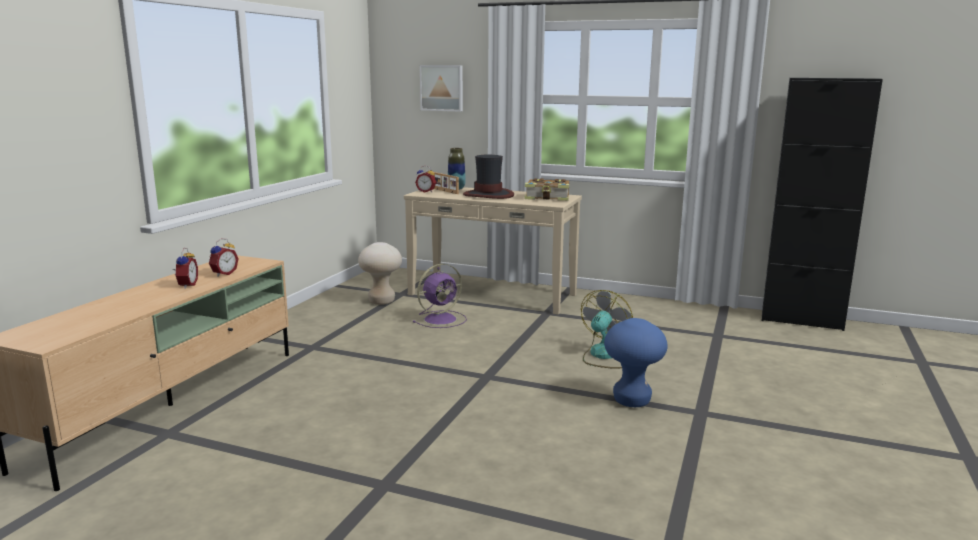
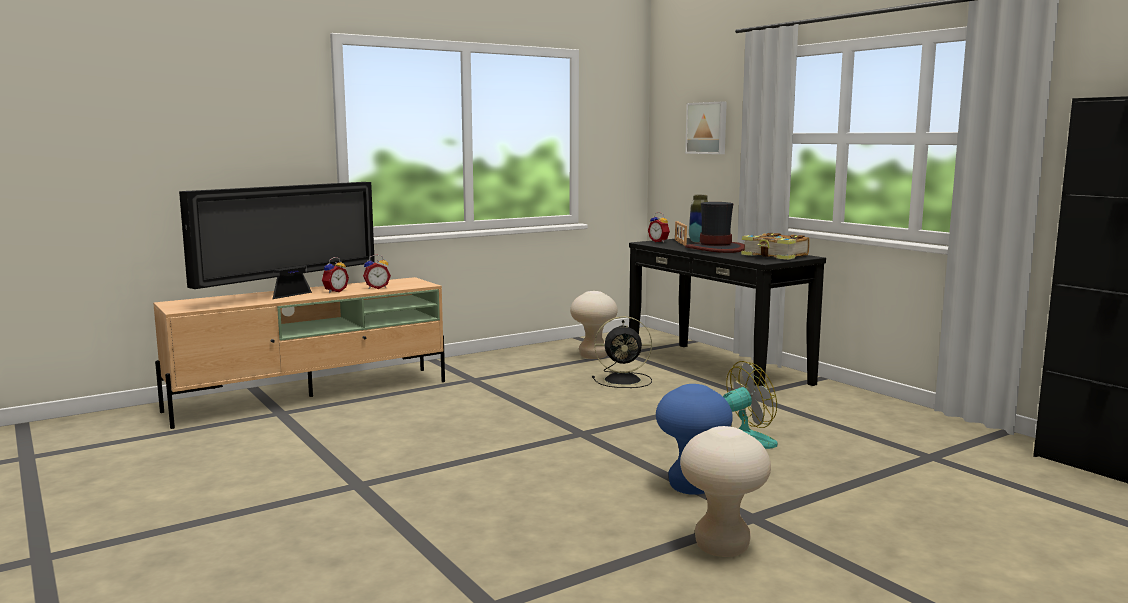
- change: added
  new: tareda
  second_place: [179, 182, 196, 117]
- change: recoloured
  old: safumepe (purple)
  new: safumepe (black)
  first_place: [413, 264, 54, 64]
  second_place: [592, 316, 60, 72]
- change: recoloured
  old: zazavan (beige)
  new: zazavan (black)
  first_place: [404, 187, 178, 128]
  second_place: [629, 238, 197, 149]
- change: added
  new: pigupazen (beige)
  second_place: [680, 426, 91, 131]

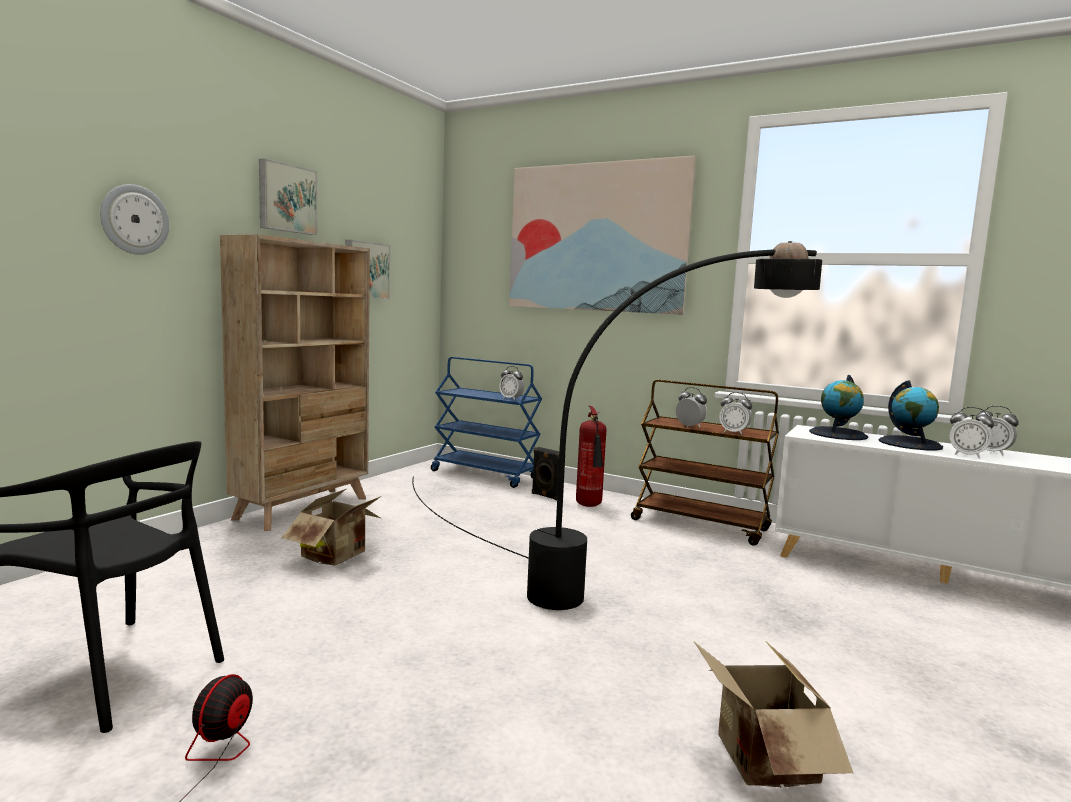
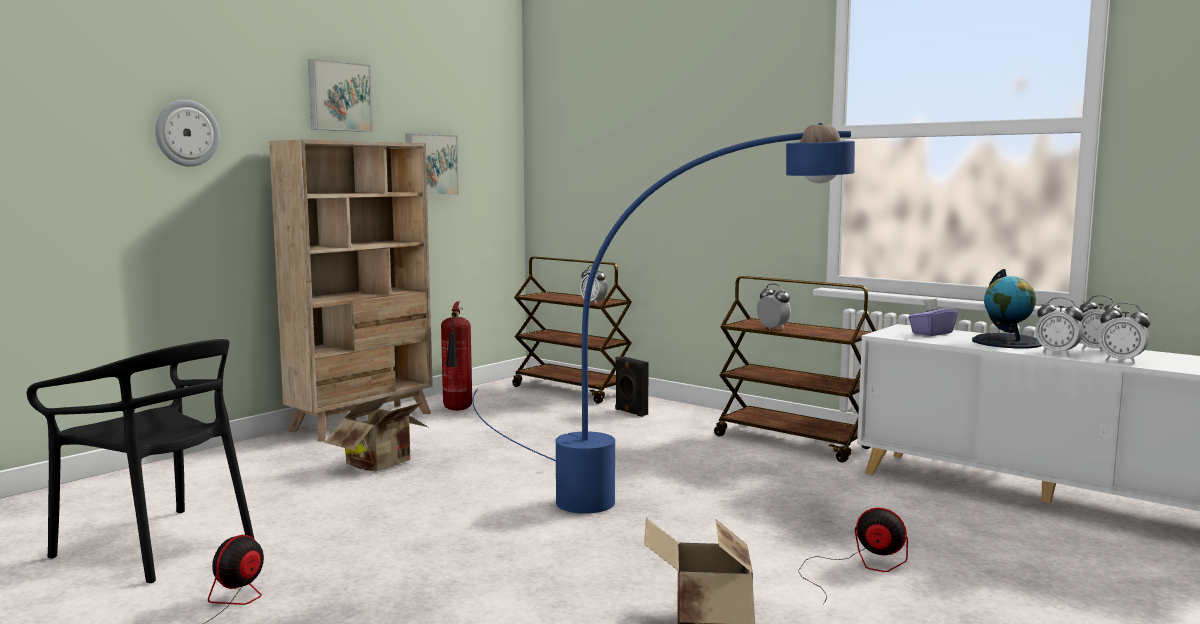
- change: moved
  old: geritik
  first_place: [576, 406, 30, 101]
  second_place: [441, 301, 31, 110]
- change: recoloured
  old: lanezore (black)
  new: lanezore (blue)
  first_place: [412, 241, 410, 369]
  second_place: [472, 123, 383, 391]
- change: recoloured
  old: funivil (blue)
  new: funivil (brown)
  first_place: [431, 357, 111, 131]
  second_place: [512, 257, 120, 147]
- change: added
  new: safumepe
  second_place: [798, 507, 110, 98]
- change: replaced
  old: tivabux
  new: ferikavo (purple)
  first_place: [809, 375, 59, 65]
  second_place: [908, 298, 50, 38]
- change: moved
  old: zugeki
  first_place: [719, 392, 33, 43]
  second_place: [1099, 303, 51, 61]
- change: removed
  old: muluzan
  first_place: [509, 156, 187, 159]

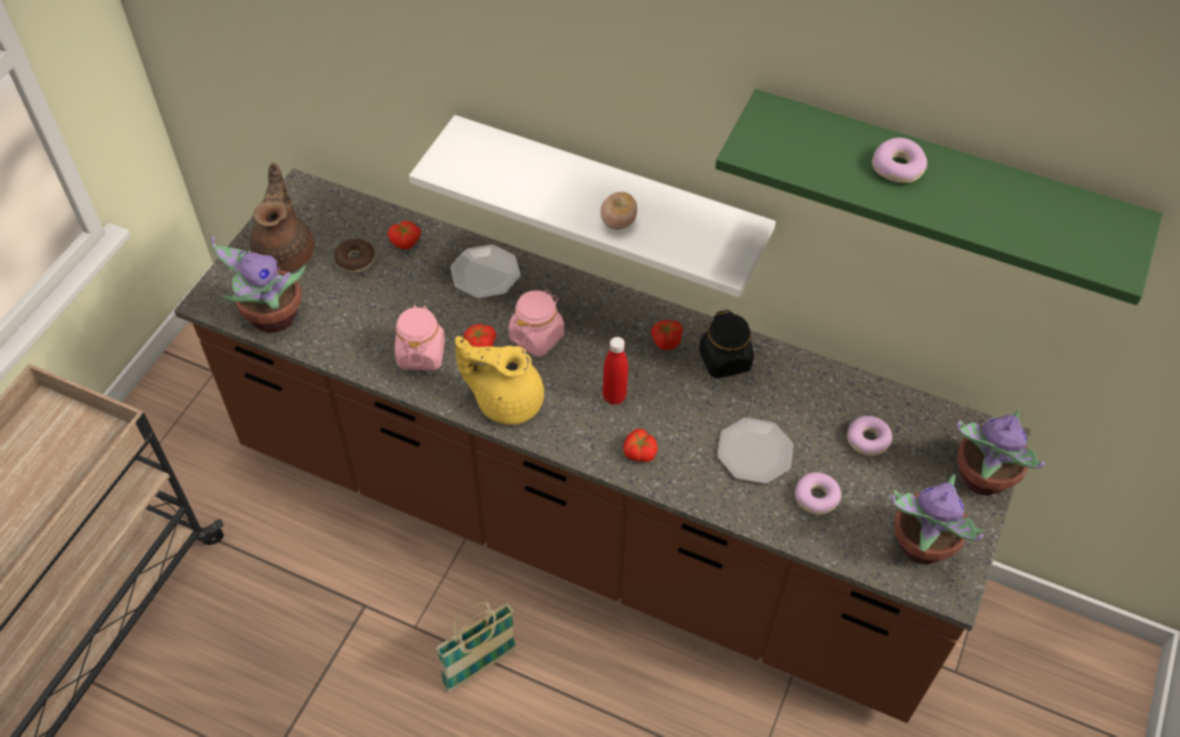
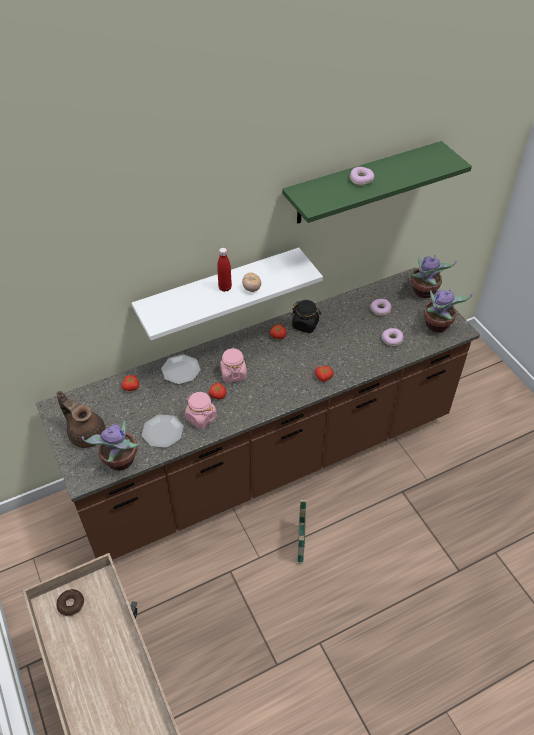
- change: moved
  old: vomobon
  first_place: [334, 239, 41, 34]
  second_place: [56, 589, 28, 27]
- change: moved
  old: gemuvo
  first_place: [717, 418, 77, 66]
  second_place: [142, 414, 42, 34]
- change: moved
  old: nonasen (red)
  first_place: [602, 337, 26, 68]
  second_place: [217, 248, 15, 44]
- change: removed
  old: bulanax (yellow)
  first_place: [455, 336, 89, 89]

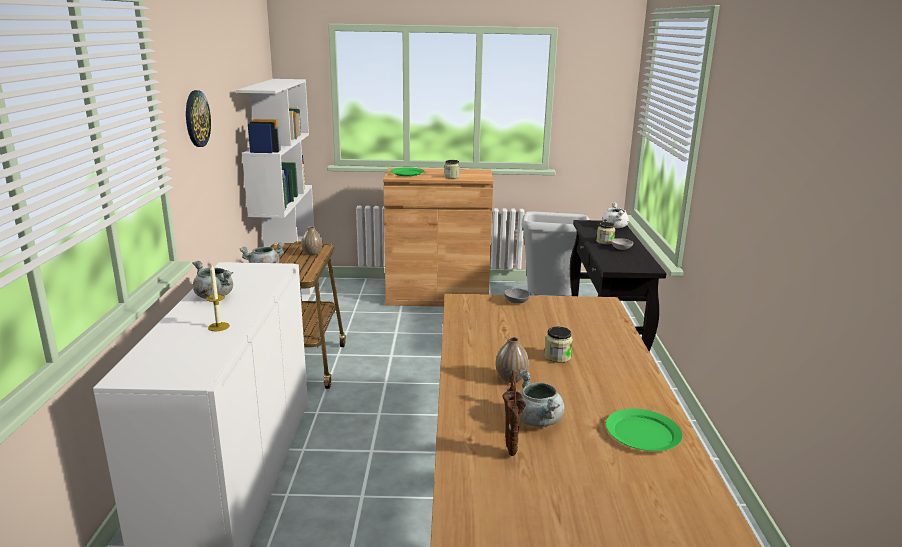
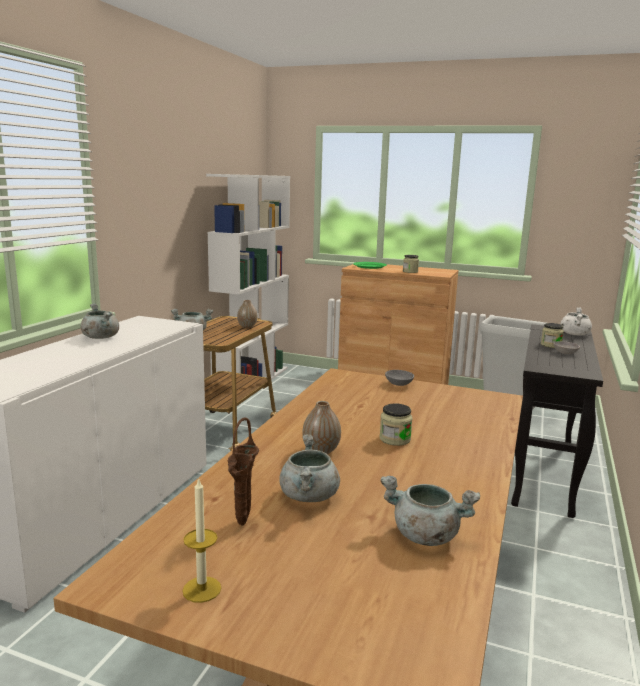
- change: moved
  old: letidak
  first_place: [206, 265, 24, 66]
  second_place: [182, 477, 39, 126]
- change: replaced
  old: gemuvo (green)
  new: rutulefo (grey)
  first_place: [606, 409, 76, 42]
  second_place: [380, 476, 100, 70]
- change: removed
  old: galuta
  first_place: [186, 90, 25, 57]

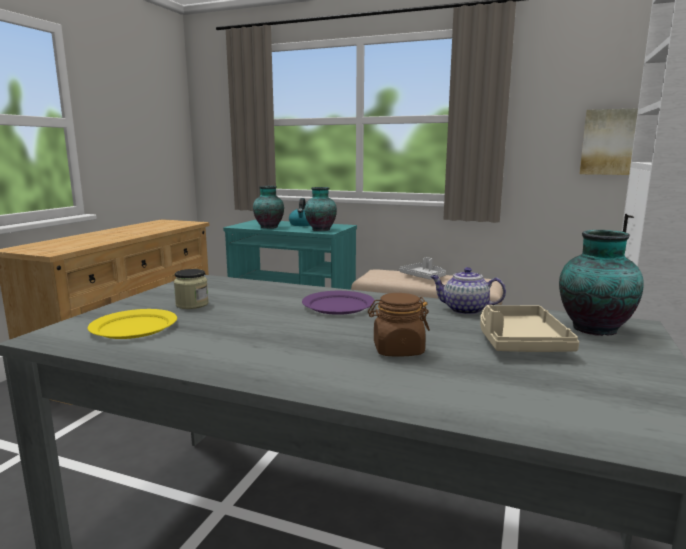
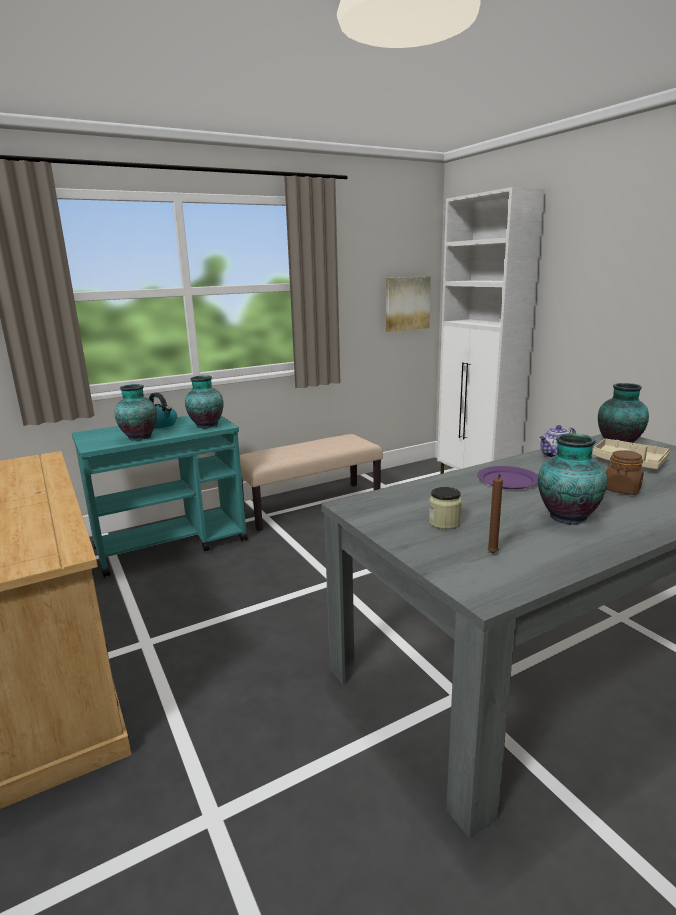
- change: replaced
  old: gemuvo (yellow)
  new: letidak (brown)
  first_place: [88, 309, 89, 30]
  second_place: [487, 474, 16, 79]
- change: added
  new: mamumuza
  second_place: [538, 434, 69, 91]
- change: removed
  old: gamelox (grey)
  first_place: [400, 257, 46, 22]

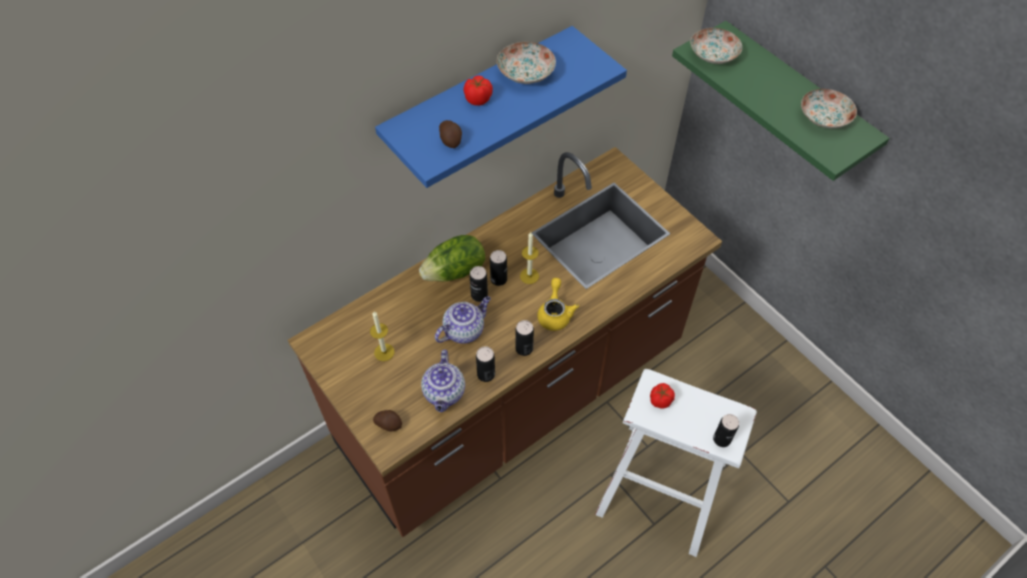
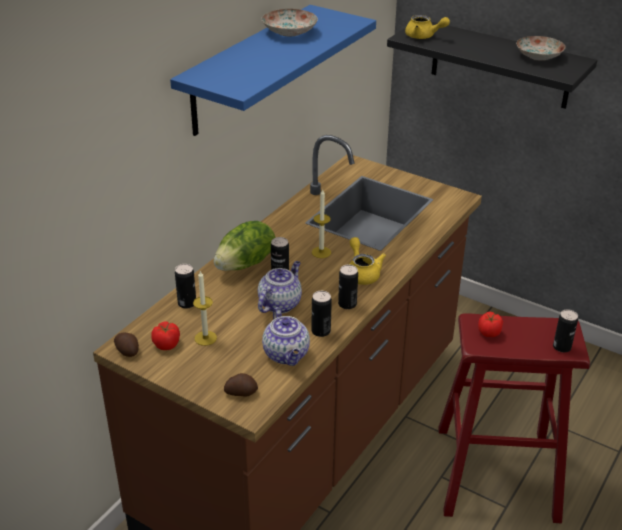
- change: moved
  old: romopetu
  first_place: [439, 120, 23, 28]
  second_place: [114, 333, 25, 24]
- change: moved
  old: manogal
  first_place: [464, 75, 29, 31]
  second_place: [151, 321, 29, 29]
- change: moved
  old: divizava
  first_place: [490, 250, 17, 36]
  second_place: [175, 264, 21, 45]
- change: recoloured
  old: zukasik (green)
  new: zukasik (black)
  first_place: [672, 21, 218, 160]
  second_place: [387, 22, 210, 87]
- change: replaced
  old: gemuvo
  new: bulanax (yellow)
  first_place: [690, 28, 52, 36]
  second_place: [405, 15, 45, 24]
- change: recoloured
  old: pigupazen (white)
  new: pigupazen (red)
  first_place: [595, 369, 162, 188]
  second_place: [438, 313, 152, 210]

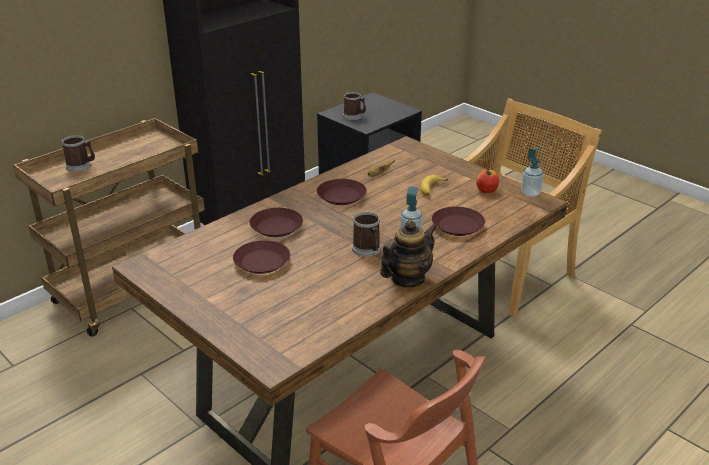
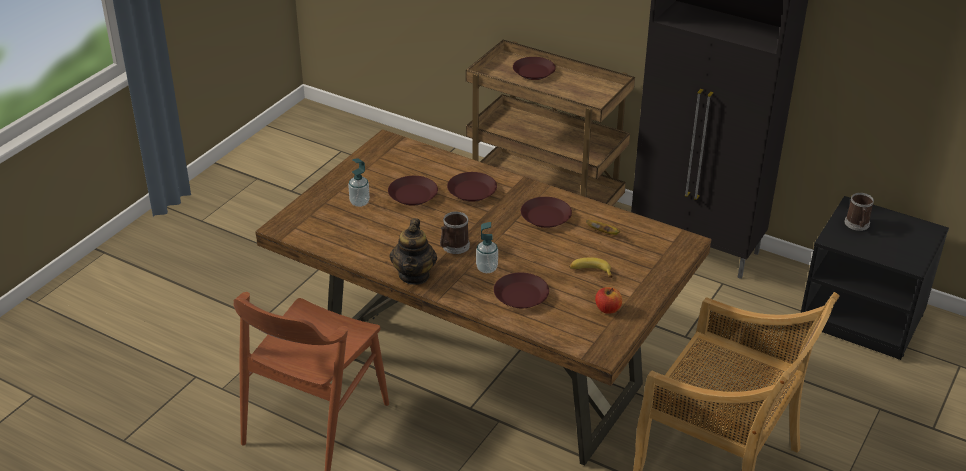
- change: moved
  old: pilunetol
  first_place: [521, 147, 23, 50]
  second_place: [348, 158, 22, 49]
- change: turned
  old: bulanax
  first_place: [380, 220, 57, 67]
  second_place: [390, 218, 47, 67]
  degrees: 60
- change: replaced
  old: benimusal
  new: gemuvo (brown)
  first_place: [62, 135, 33, 37]
  second_place: [513, 57, 43, 23]

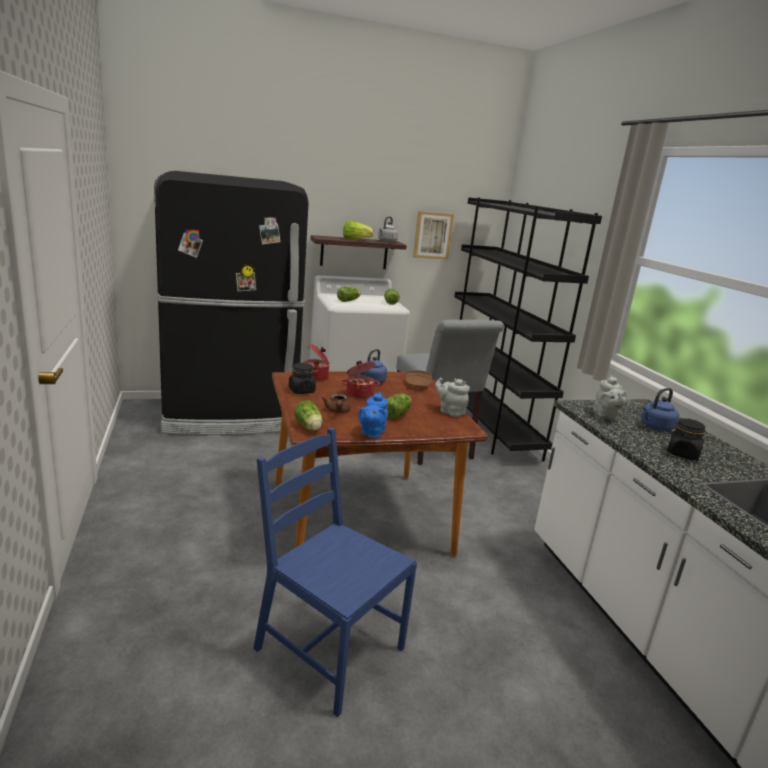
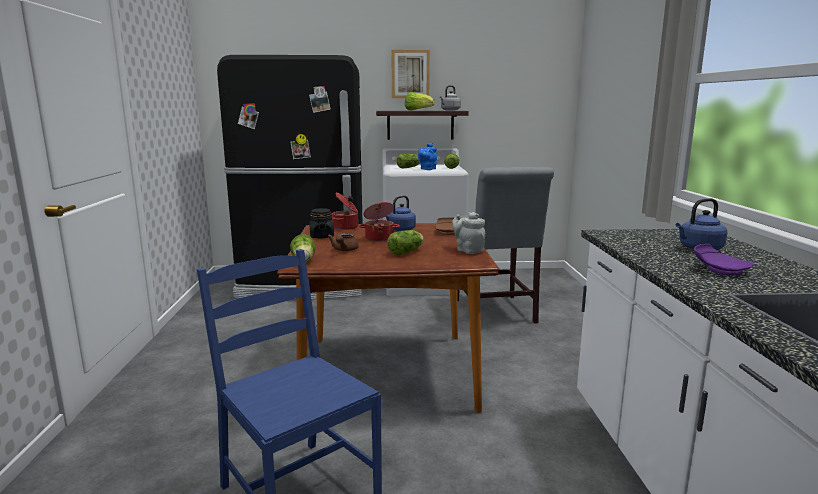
- change: moved
  old: muluzan
  first_place: [413, 211, 41, 49]
  second_place: [391, 50, 39, 48]
- change: moved
  old: bulanax (blue)
  first_place: [358, 392, 30, 47]
  second_place: [418, 143, 19, 27]
- change: replaced
  old: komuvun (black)
  new: gemuvo (purple)
  first_place: [667, 418, 38, 42]
  second_place: [694, 244, 60, 31]
- change: removed
  old: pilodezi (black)
  first_place: [454, 197, 148, 265]
- change: removed
  old: bulanax (grey)
  first_place: [593, 375, 34, 46]

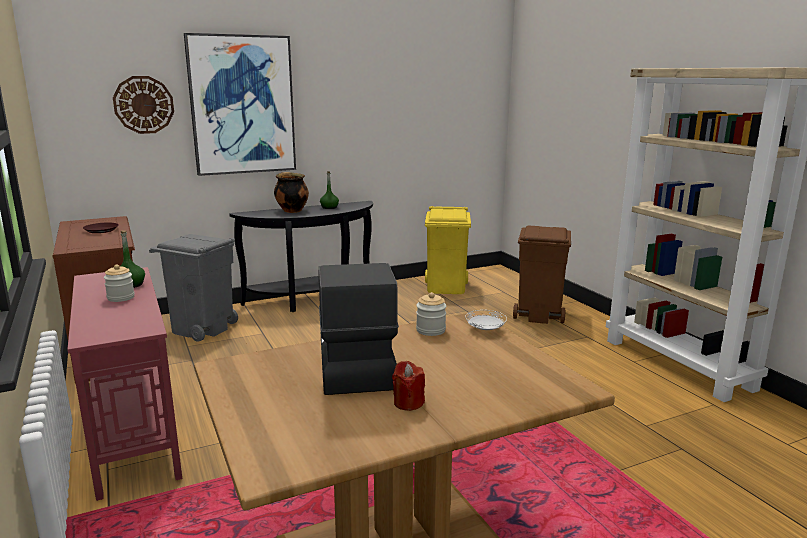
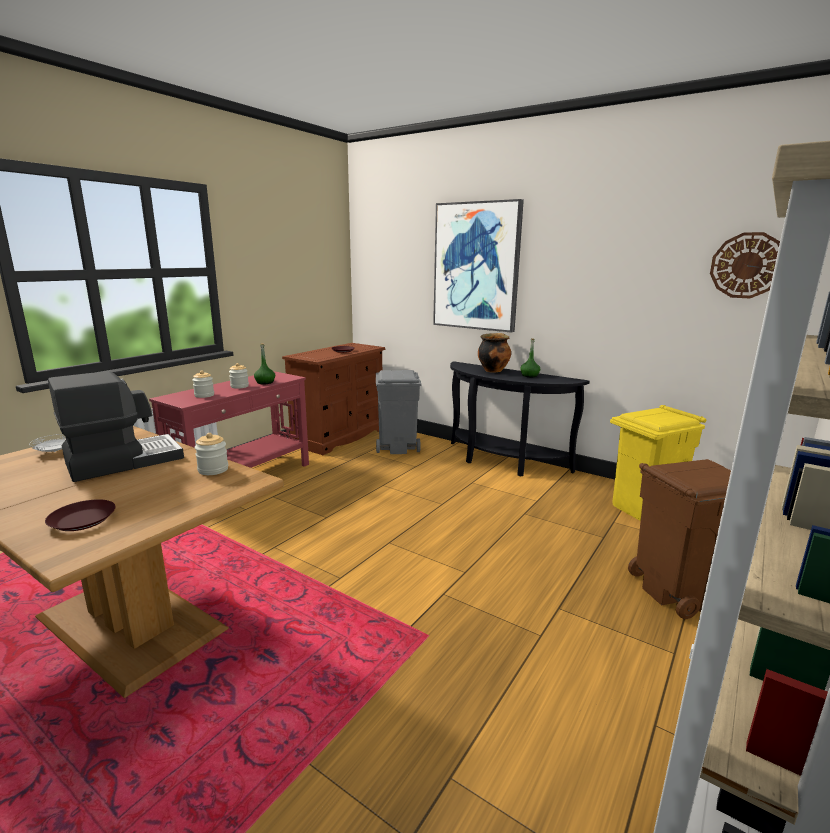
- change: moved
  old: gemuvo (white)
  first_place: [465, 310, 42, 20]
  second_place: [29, 434, 37, 18]
- change: added
  new: gemuvo (brown)
  second_place: [45, 499, 71, 32]
- change: added
  new: komuvun
  second_place: [192, 371, 22, 27]
- change: moved
  old: galuta
  first_place: [113, 76, 61, 58]
  second_place: [710, 232, 70, 66]
- change: removed
  old: letidak (red)
  first_place: [392, 361, 33, 50]

